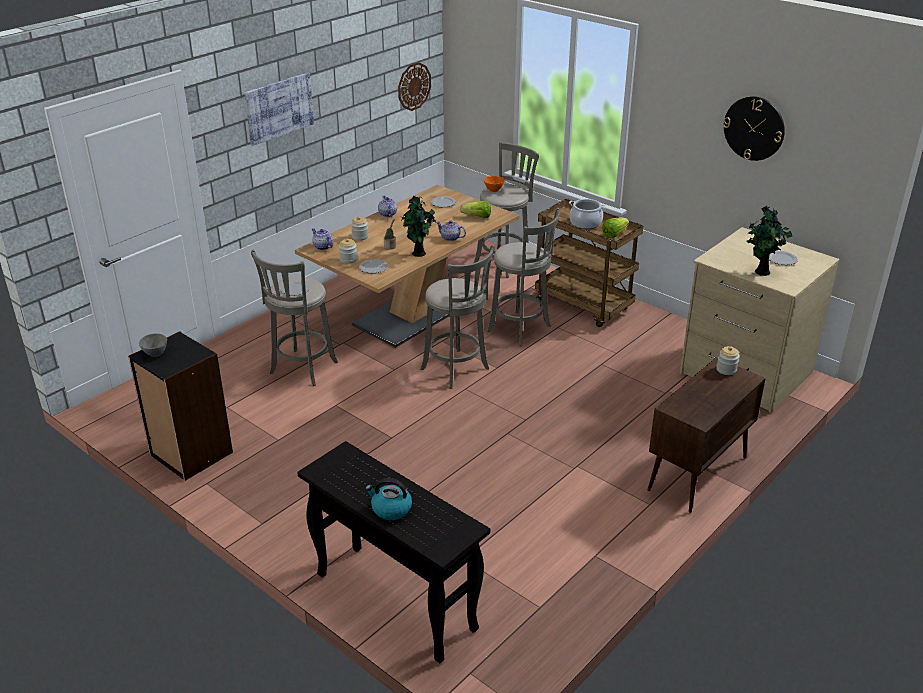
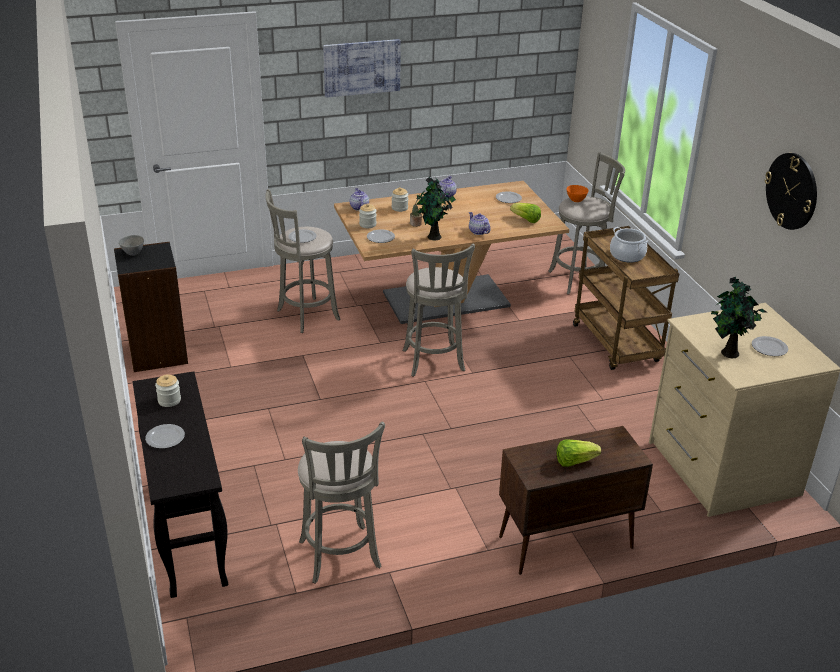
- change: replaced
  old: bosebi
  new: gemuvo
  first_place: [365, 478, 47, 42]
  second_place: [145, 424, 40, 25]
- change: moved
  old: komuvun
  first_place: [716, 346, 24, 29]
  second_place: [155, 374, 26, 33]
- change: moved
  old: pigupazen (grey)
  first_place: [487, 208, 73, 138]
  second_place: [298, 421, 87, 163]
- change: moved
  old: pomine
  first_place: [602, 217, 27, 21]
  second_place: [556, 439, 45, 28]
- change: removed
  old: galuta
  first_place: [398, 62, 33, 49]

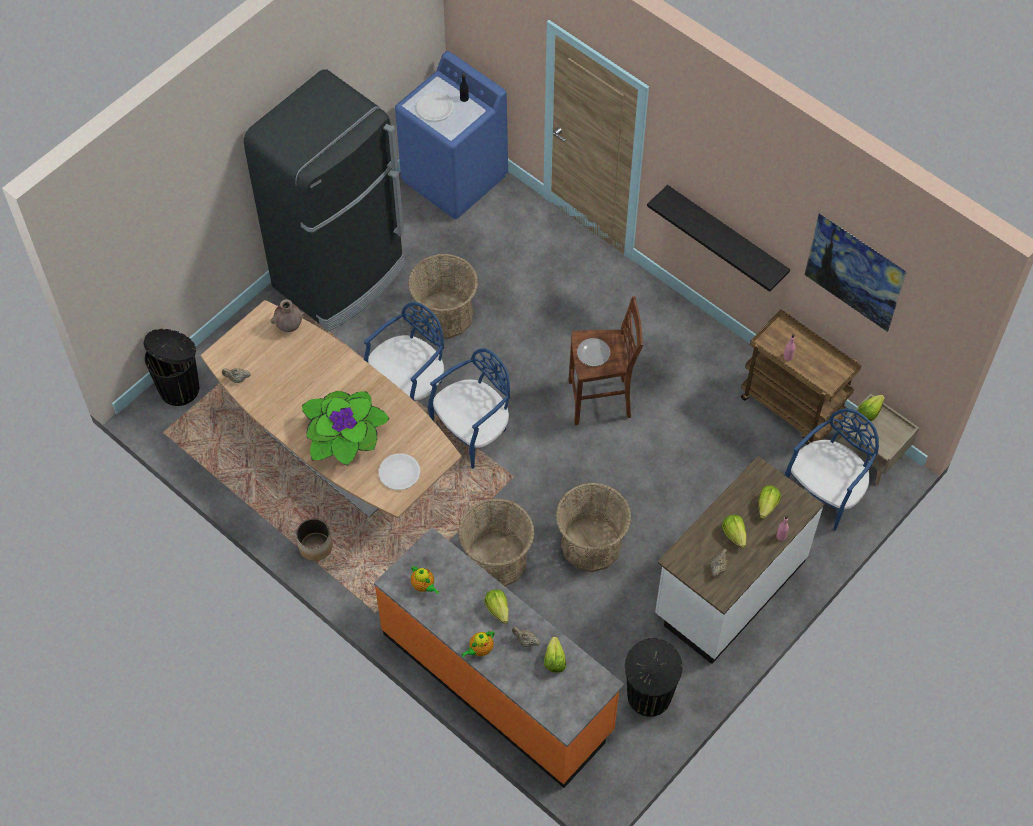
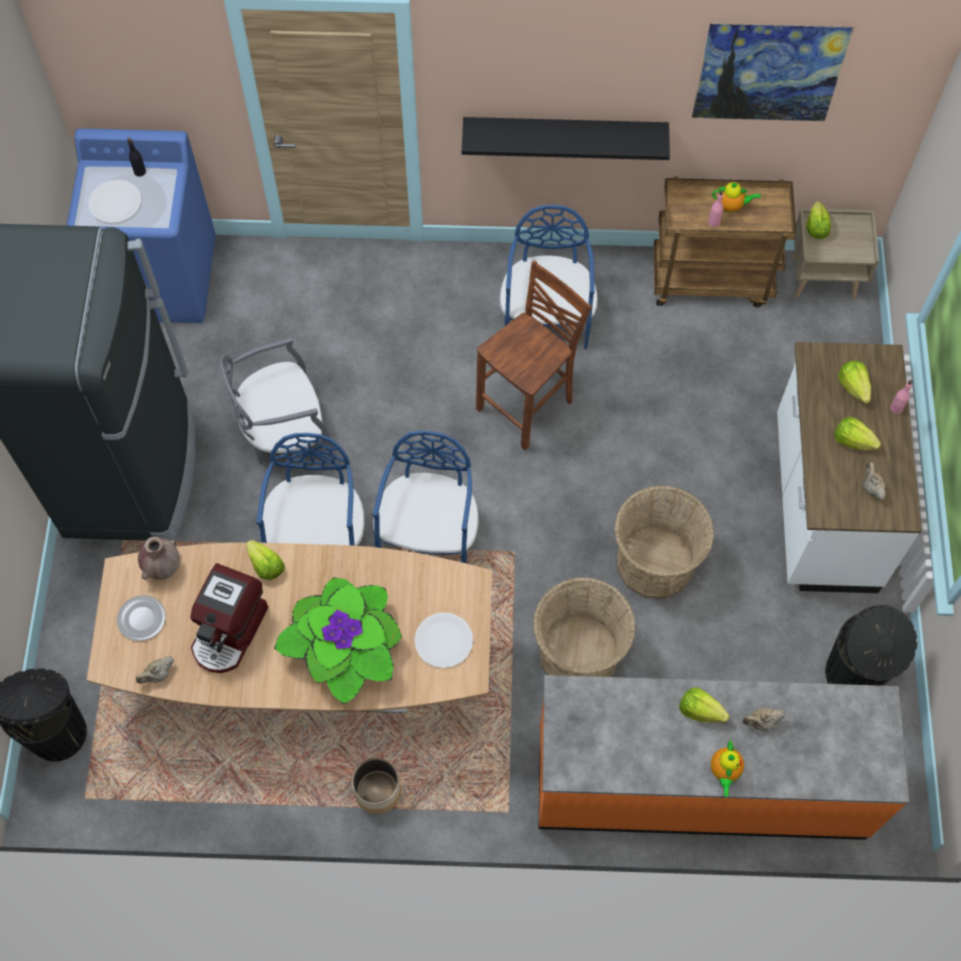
- change: moved
  old: gemuvo
  first_place: [577, 338, 33, 28]
  second_place: [117, 595, 49, 46]
- change: added
  new: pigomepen
  second_place: [190, 563, 78, 110]
- change: replaced
  old: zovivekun
  new: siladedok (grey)
  first_place: [408, 254, 70, 85]
  second_place: [220, 337, 112, 128]
- change: moved
  old: pomine
  first_place: [544, 637, 22, 36]
  second_place: [246, 540, 39, 40]
- change: moved
  old: siladedok (blue)
  first_place: [785, 408, 94, 123]
  second_place: [500, 205, 97, 144]
- change: moved
  old: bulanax
  first_place: [411, 566, 28, 28]
  second_place: [712, 181, 49, 31]

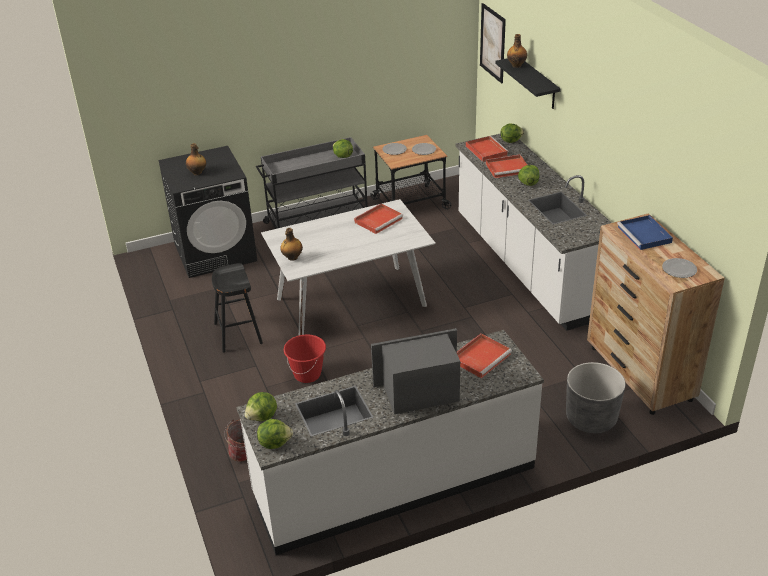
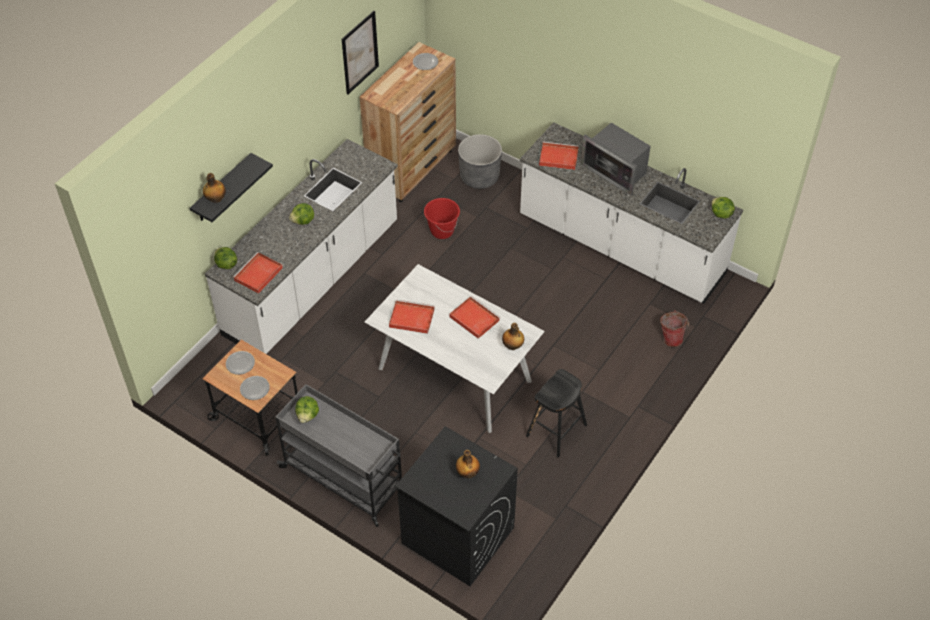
- change: moved
  old: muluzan
  first_place: [480, 3, 26, 81]
  second_place: [342, 11, 37, 83]
- change: moved
  old: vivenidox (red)
  first_place: [284, 334, 42, 49]
  second_place: [424, 198, 36, 41]
- change: moved
  old: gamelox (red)
  first_place: [485, 155, 42, 23]
  second_place: [449, 296, 52, 43]
- change: removed
  old: pomine
  first_place: [244, 392, 33, 29]
- change: removed
  old: gamelox (blue)
  first_place: [617, 215, 56, 35]

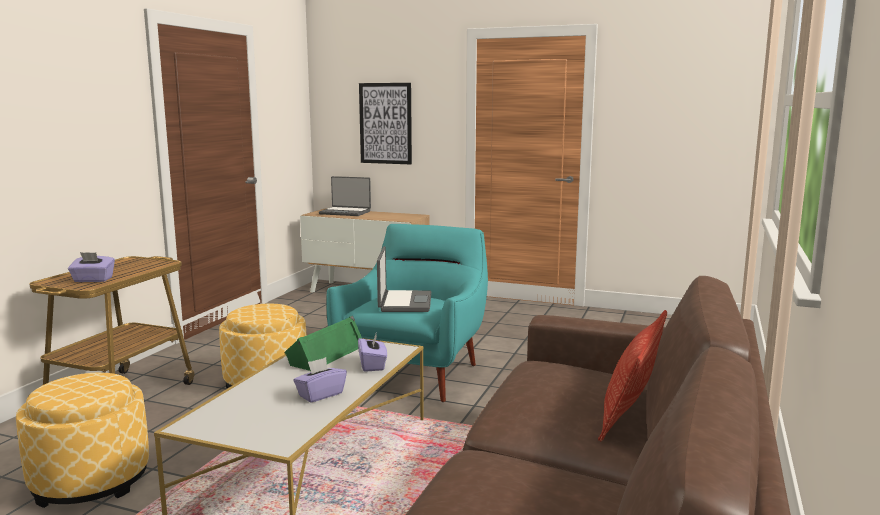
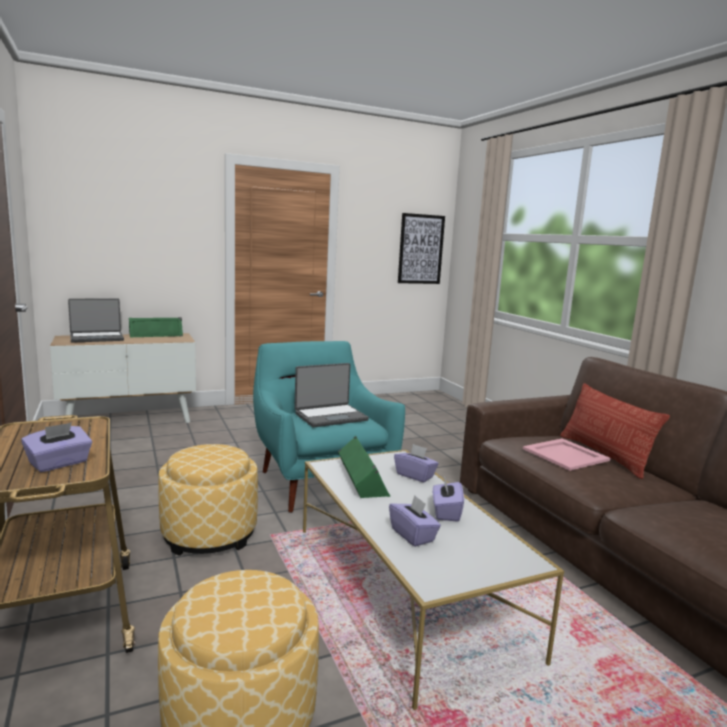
- change: added
  new: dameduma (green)
  second_place: [129, 317, 54, 21]
- change: turned
  old: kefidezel
  first_place: [377, 246, 54, 66]
  second_place: [294, 363, 75, 64]
  degrees: 105
- change: added
  new: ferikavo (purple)
  second_place: [389, 495, 52, 52]
- change: moved
  old: muluzan
  first_place: [359, 83, 53, 81]
  second_place: [398, 213, 47, 71]
- change: added
  new: gamelox (pink)
  second_place: [523, 439, 87, 32]

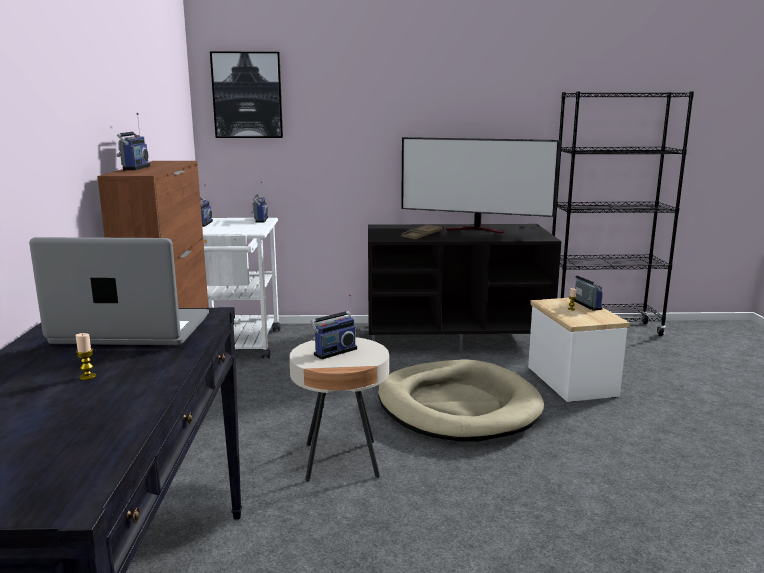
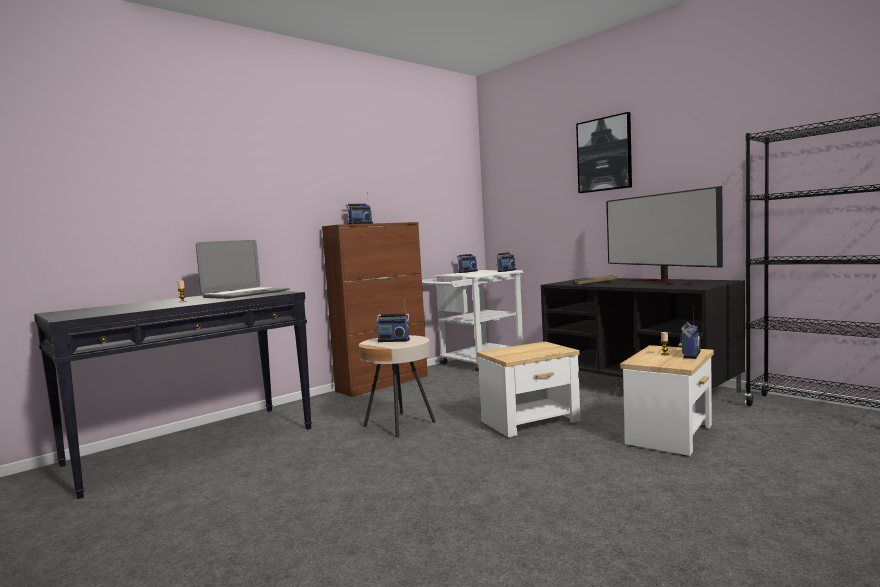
- change: turned
  old: kefidezel
  first_place: [29, 237, 180, 108]
  second_place: [196, 240, 94, 59]
  degrees: 75
- change: replaced
  old: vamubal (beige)
  new: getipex
  first_place: [378, 359, 166, 83]
  second_place: [477, 341, 103, 96]
- change: moved
  old: muluzan
  first_place: [210, 52, 73, 86]
  second_place: [576, 112, 56, 81]

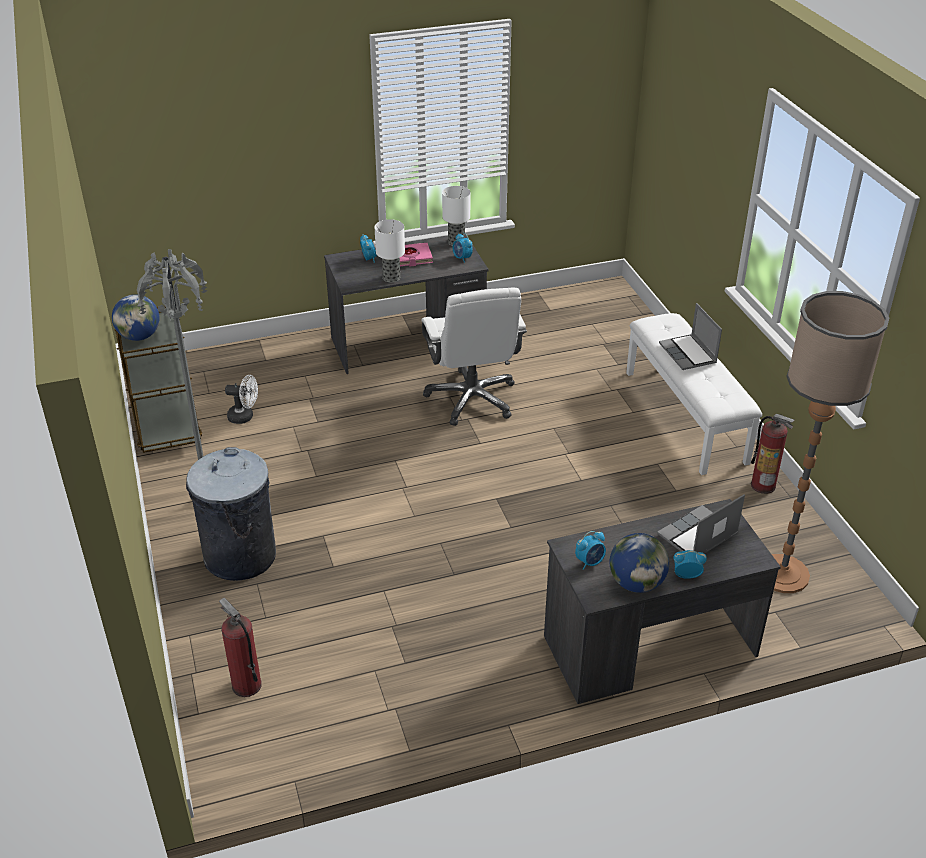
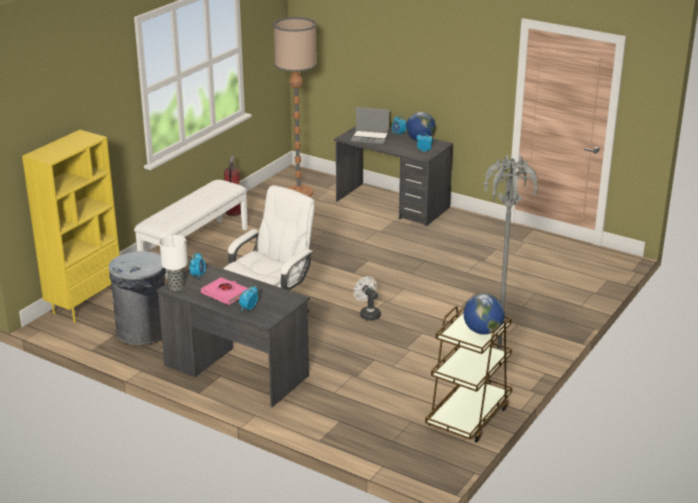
- change: added
  new: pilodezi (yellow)
  second_place: [22, 130, 98, 193]
- change: moved
  old: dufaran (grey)
  first_place: [186, 447, 90, 134]
  second_place: [109, 251, 57, 95]
- change: moved
  old: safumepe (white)
  first_place: [225, 375, 33, 49]
  second_place: [353, 276, 28, 44]
- change: removed
  old: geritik
  first_place: [219, 598, 43, 99]
- change: removed
  old: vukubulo
  first_place: [375, 219, 30, 64]
- change: removed
  old: kefidezel
  first_place: [659, 303, 63, 67]

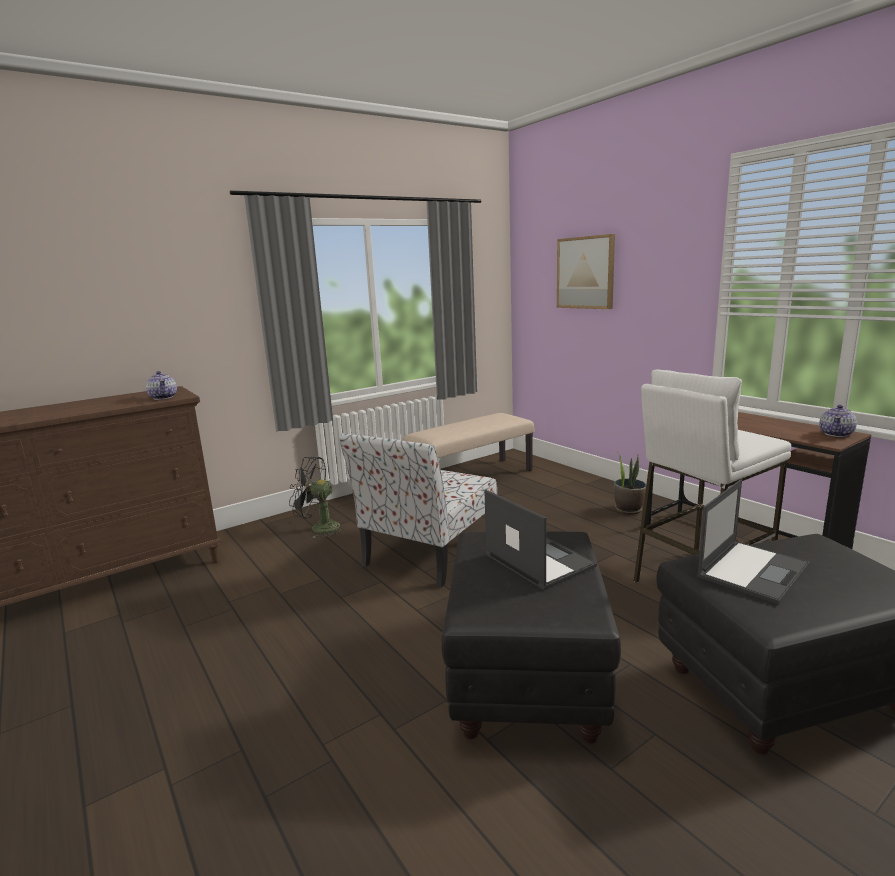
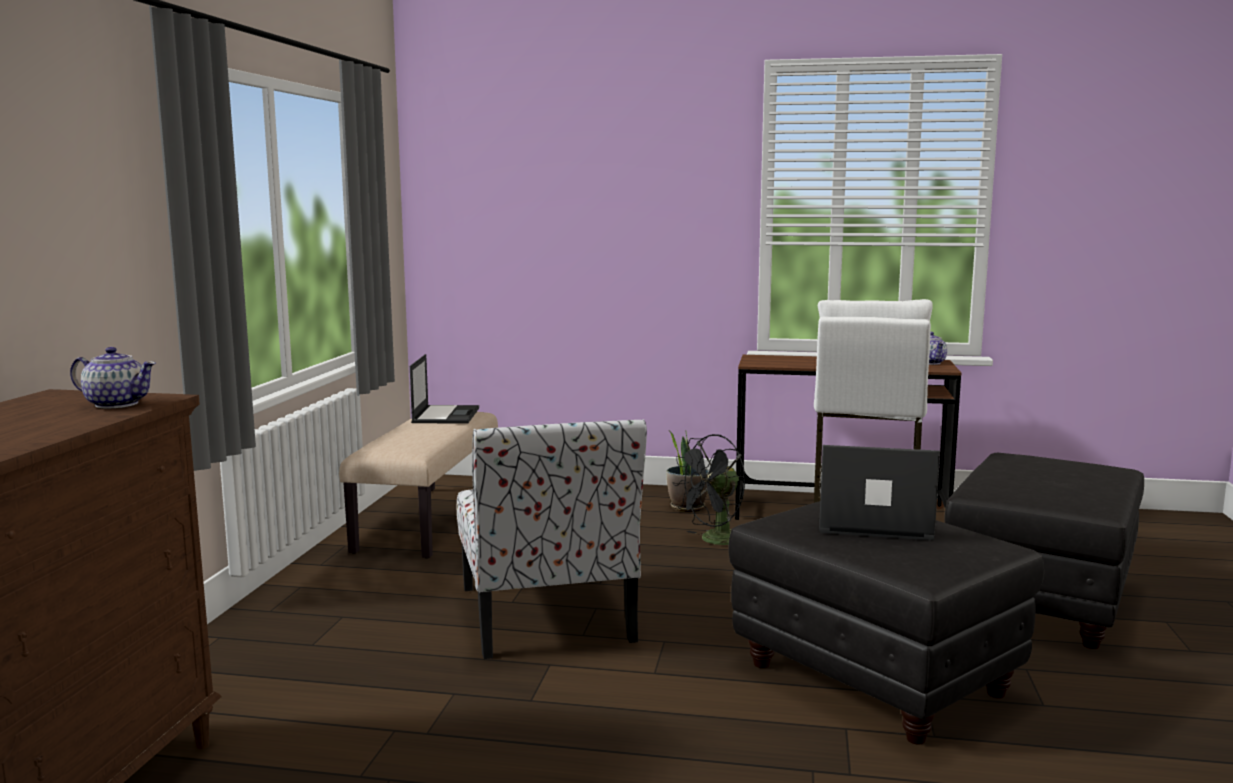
- change: moved
  old: kefidezel
  first_place: [697, 479, 113, 125]
  second_place: [410, 354, 69, 69]
- change: moved
  old: safumepe (black)
  first_place: [289, 457, 56, 81]
  second_place: [672, 434, 73, 111]
- change: removed
  old: muluzan
  first_place: [557, 234, 58, 75]

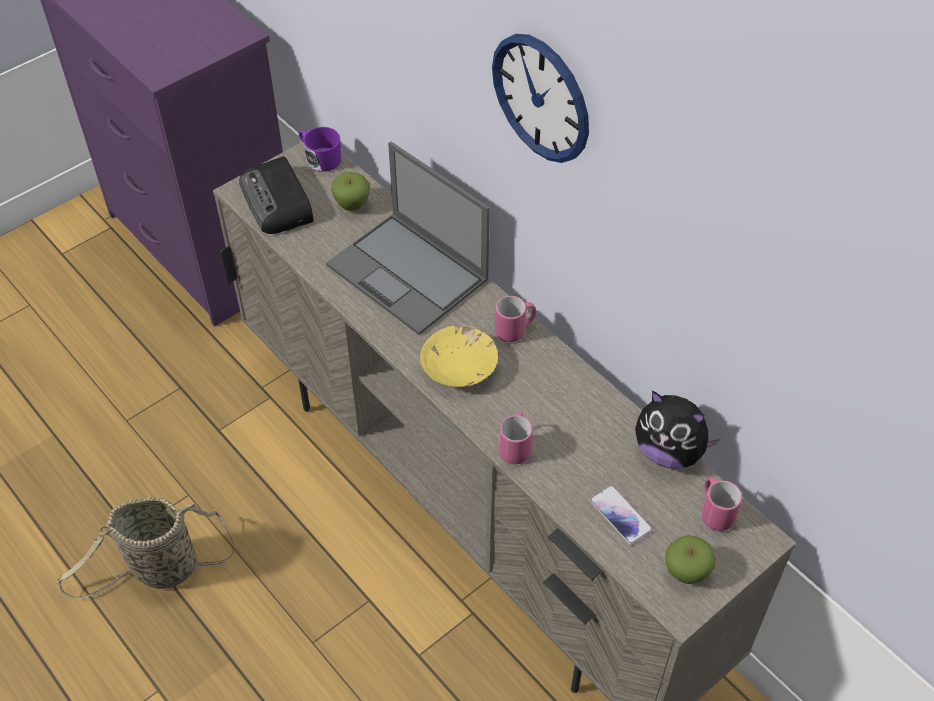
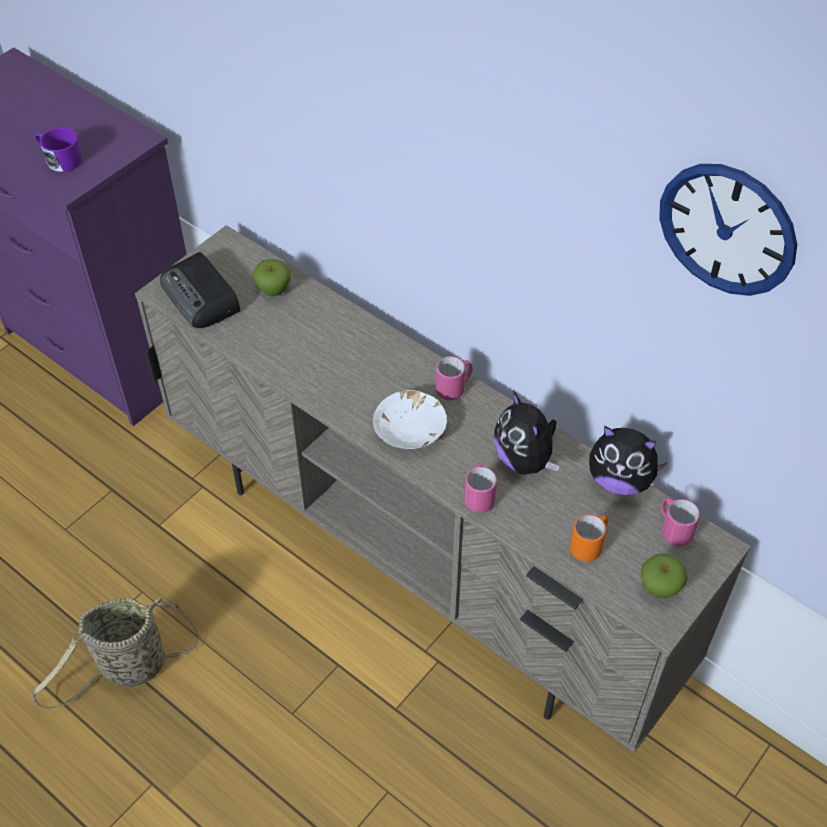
- change: moved
  old: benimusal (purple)
  first_place: [299, 127, 42, 45]
  second_place: [35, 128, 47, 44]
- change: recoloured
  old: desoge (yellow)
  new: desoge (white)
  first_place: [420, 325, 78, 62]
  second_place: [373, 390, 74, 59]
- change: added
  new: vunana
  second_place: [494, 391, 66, 84]
- change: replaced
  old: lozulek
  new: benimusal (orange)
  first_place: [590, 485, 63, 60]
  second_place: [570, 514, 38, 48]
- change: moved
  old: galuta
  first_place: [492, 34, 97, 129]
  second_place: [659, 164, 138, 132]
- change: removed
  old: kefidezel
  first_place: [326, 142, 164, 193]

